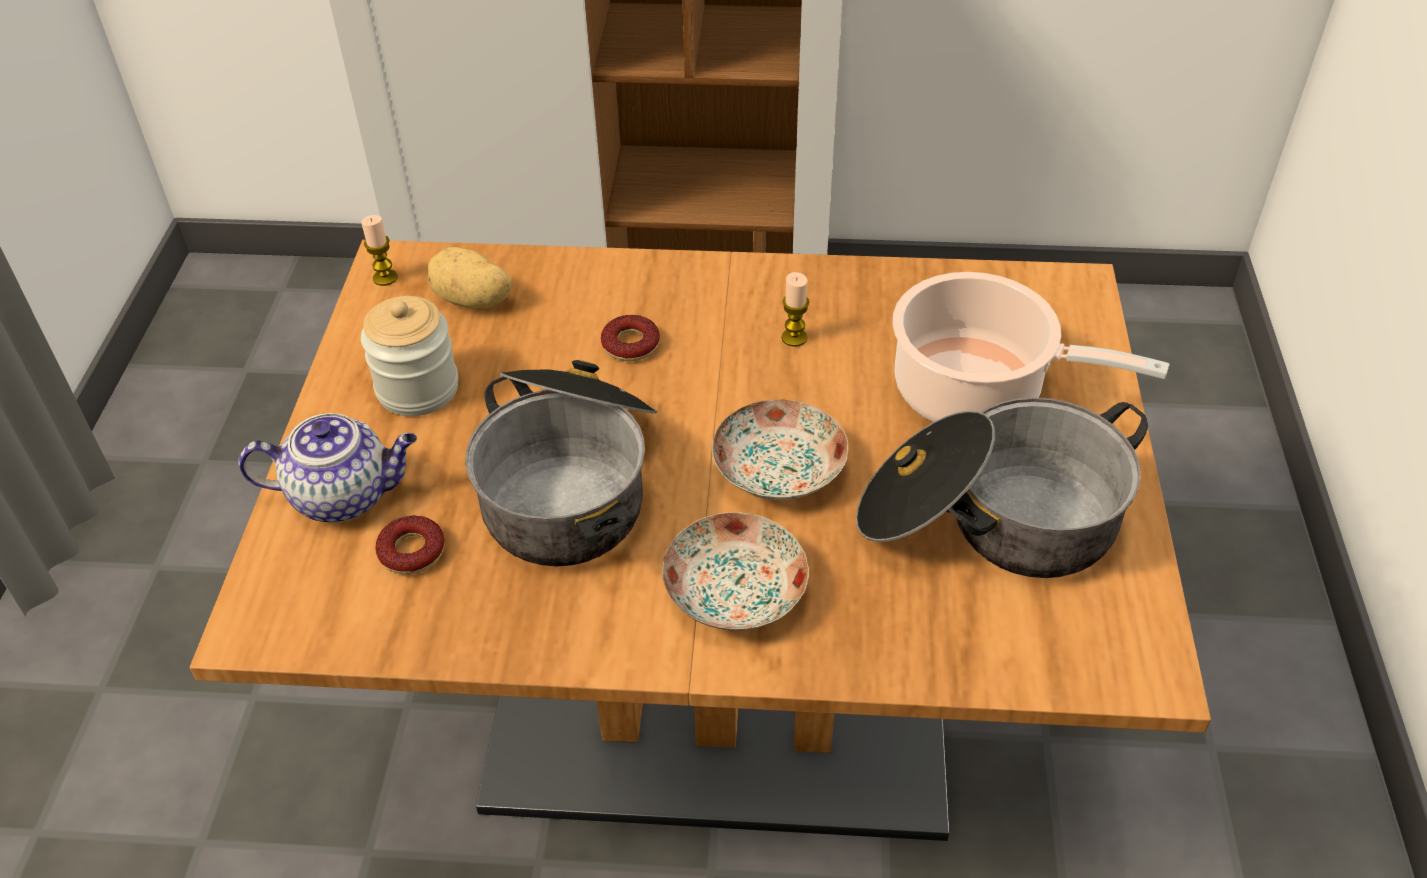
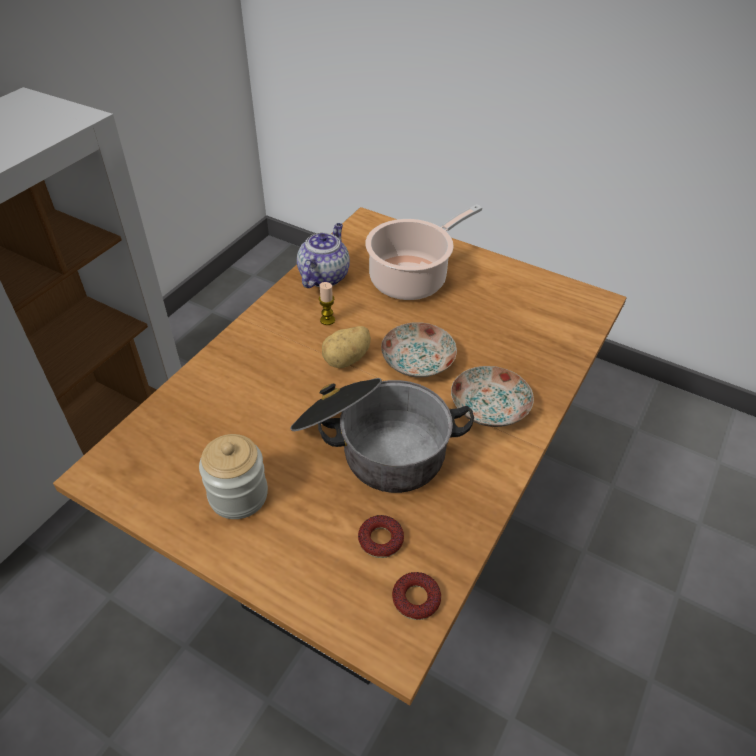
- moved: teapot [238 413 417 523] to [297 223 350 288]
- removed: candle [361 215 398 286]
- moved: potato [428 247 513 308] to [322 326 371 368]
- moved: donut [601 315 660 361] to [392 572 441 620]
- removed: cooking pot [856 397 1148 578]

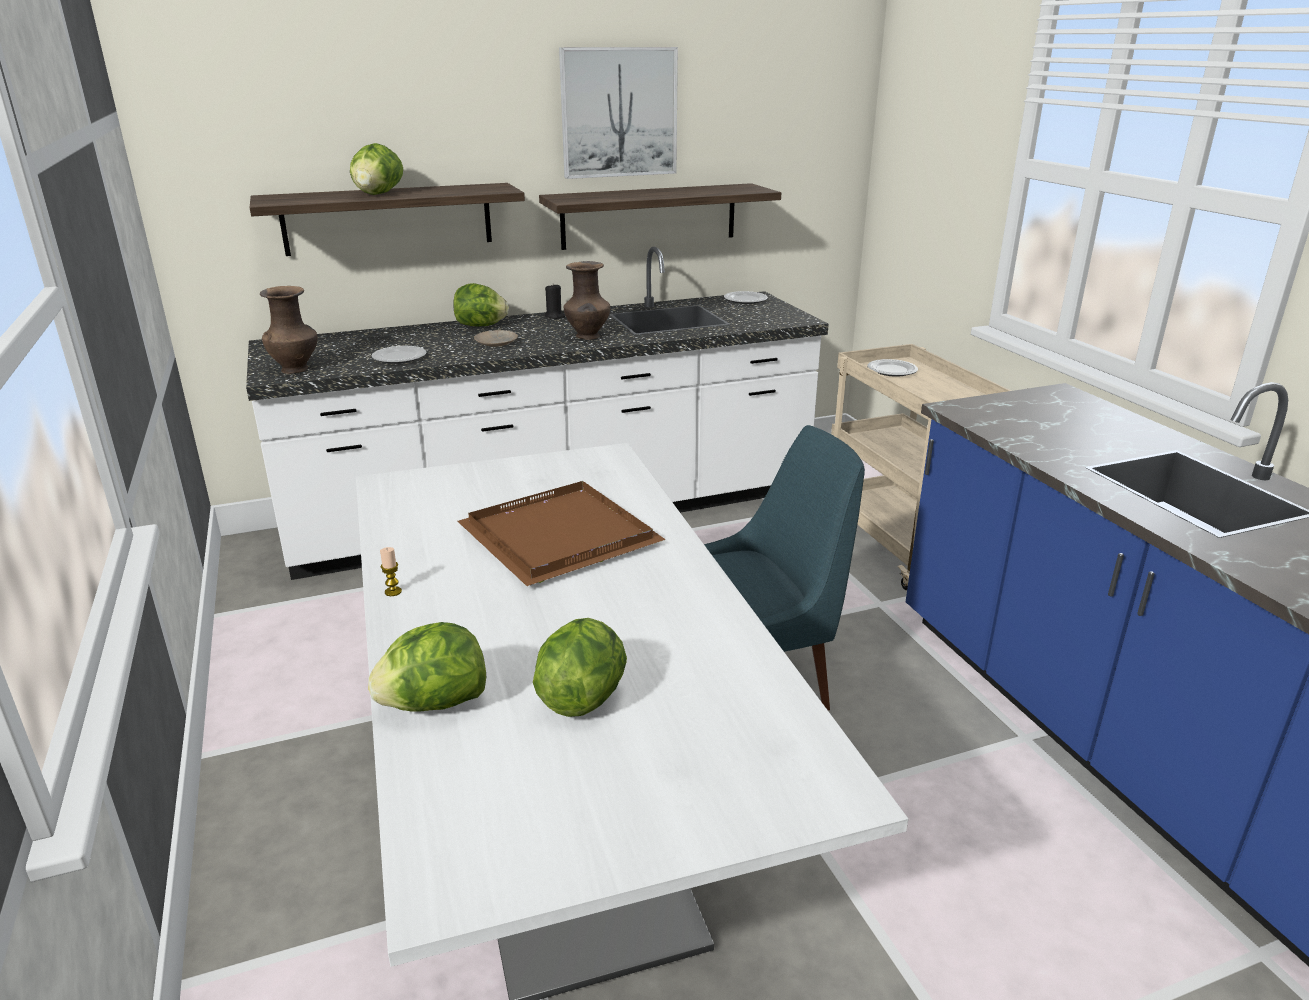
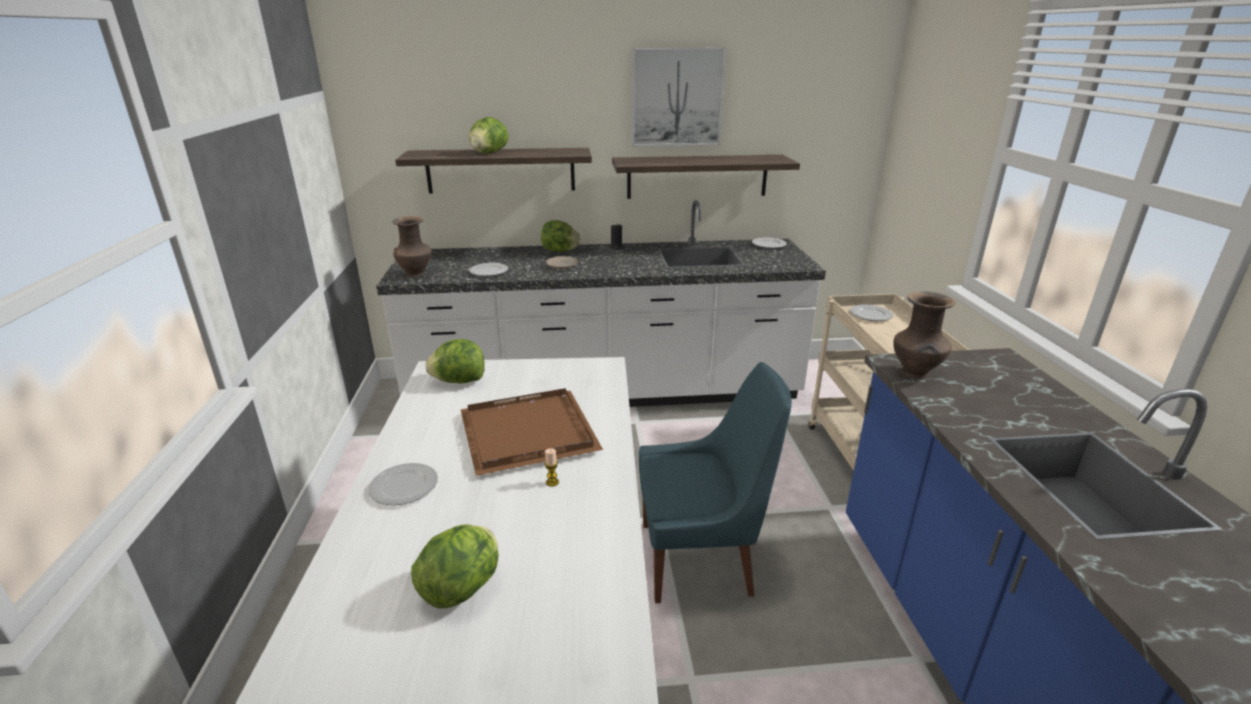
- moved: lettuce [368 622 486 711] to [425 339 485 383]
- moved: candle [380 547 402 596] to [544 448 559 487]
- moved: vase/brown [564 261 610 340] to [893 292 955 380]
- added: plate [368 463 438 505]

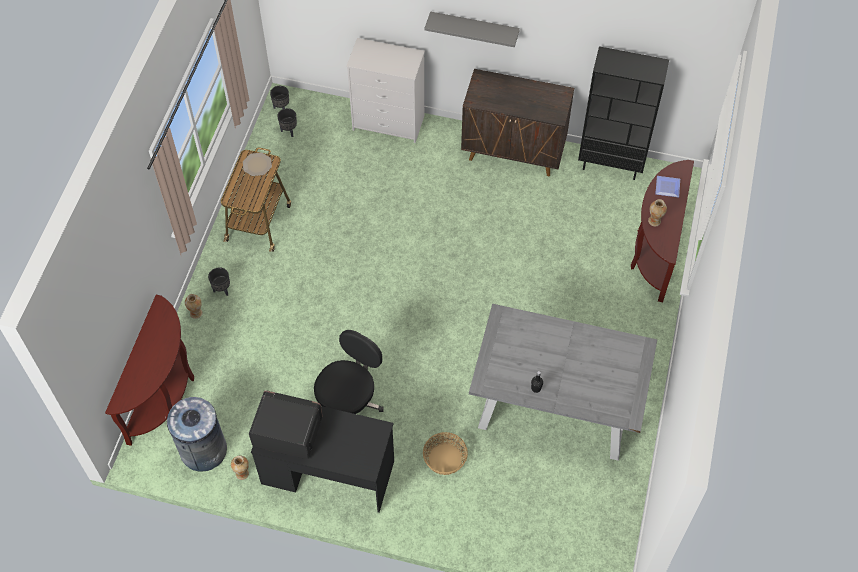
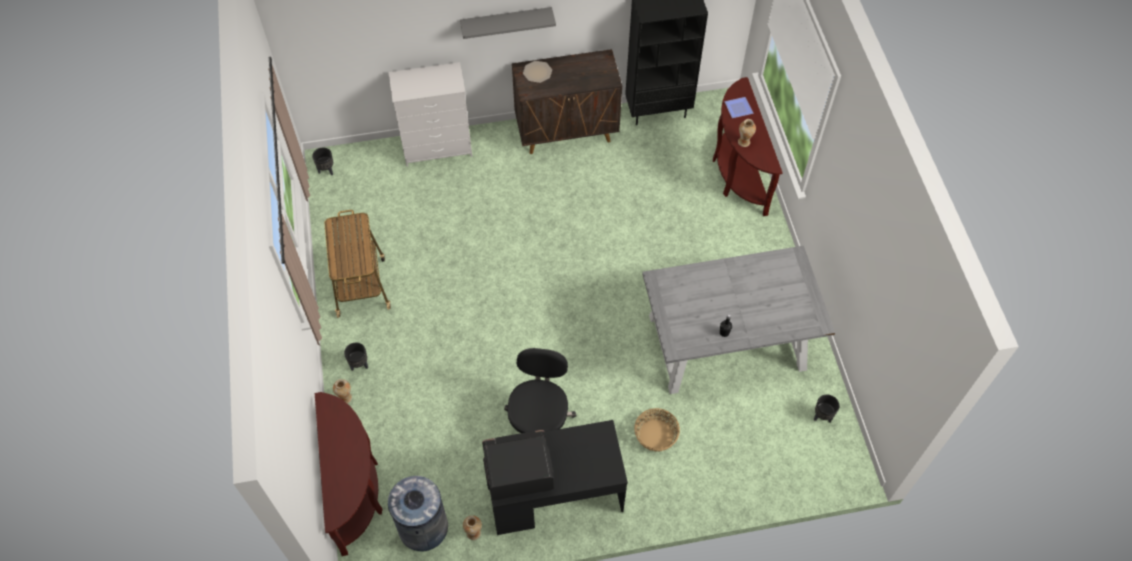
- moved: plate [243 153 272 176] to [523 61 552 83]
- moved: planter/black [277 108 297 137] to [814 395 839 422]

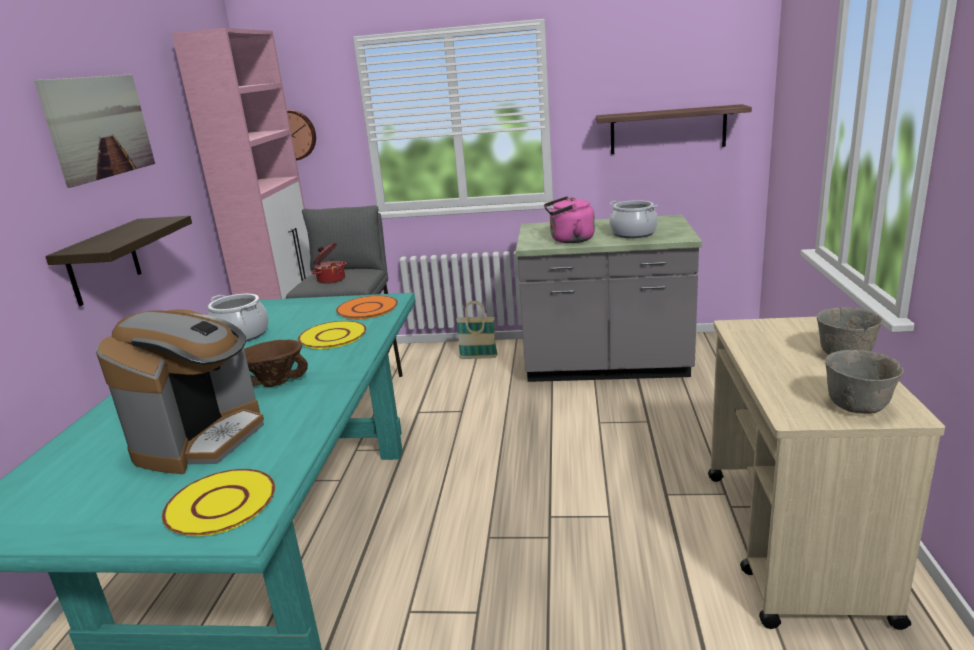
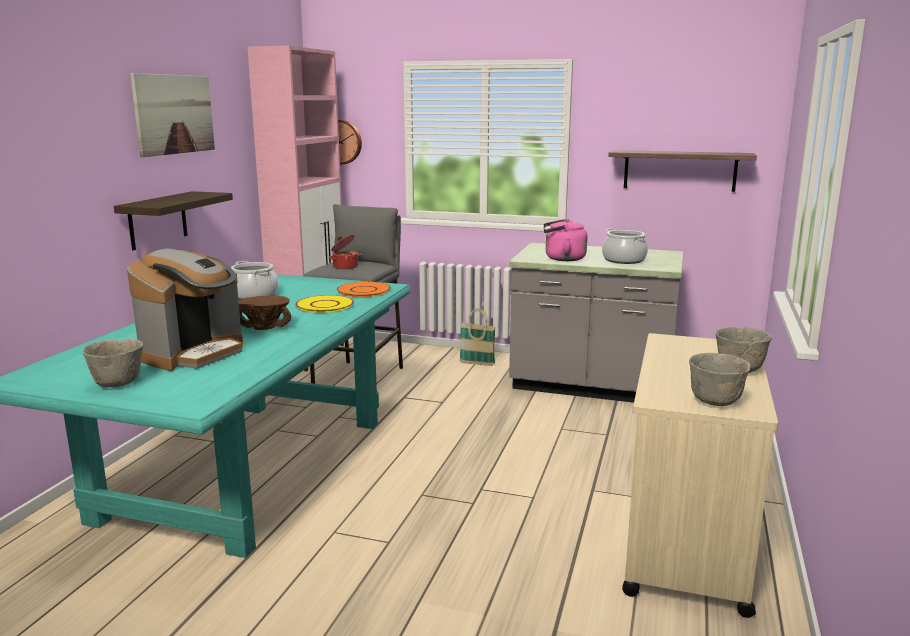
- removed: plate/yellow [162 469 275 536]
- added: bowl/grey [83 339 143 387]

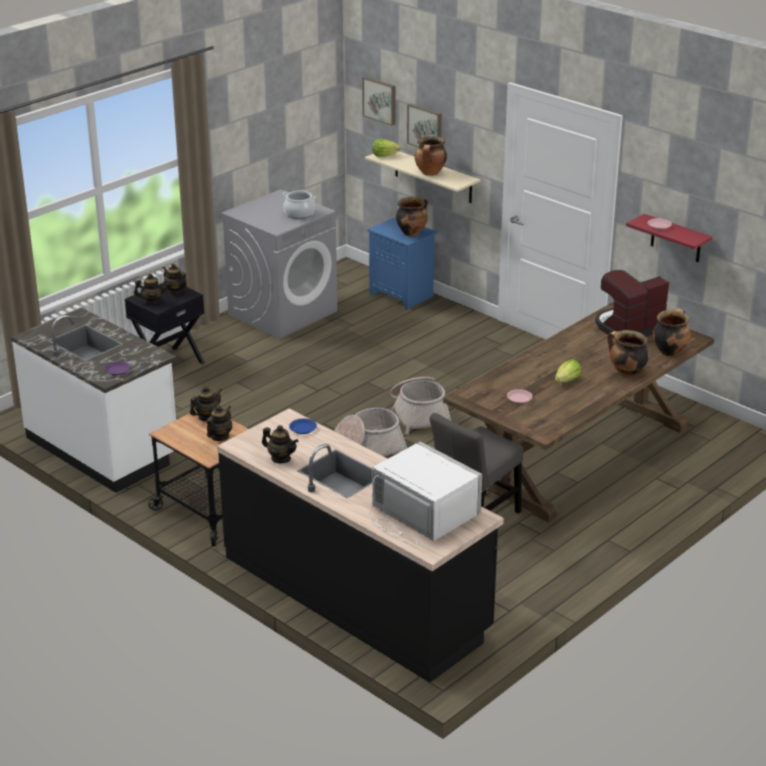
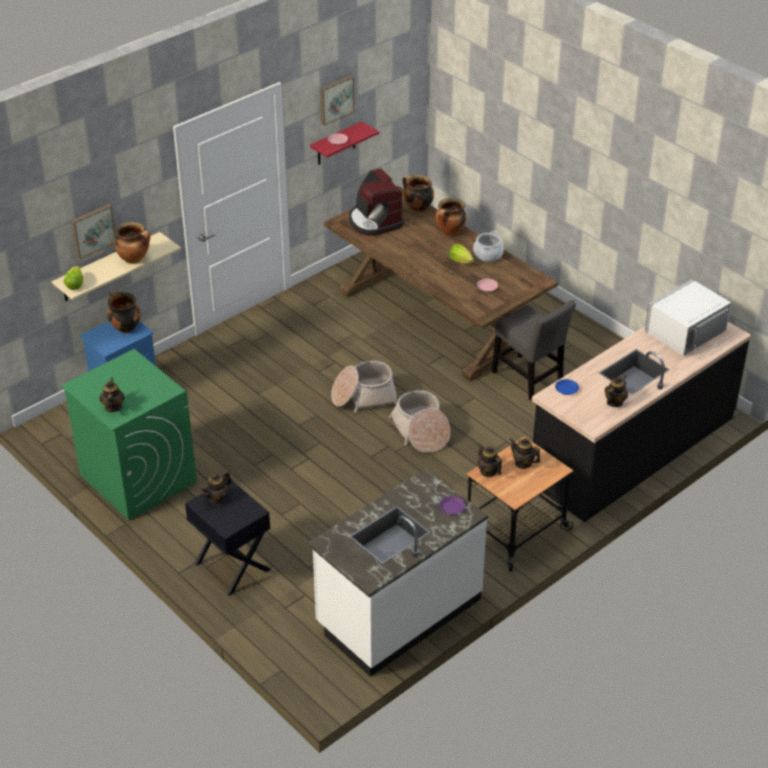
- moved: teapot [134 274 168 305] to [99 378 125 412]
- recoloured: washing machine/grey [221 189 337 339] to washing machine/green [61 349 197 521]
- moved: cooking pot [283 191 315 219] to [473 231 504 262]
- moved: picture [362 77 396 126] to [320 75 354 126]

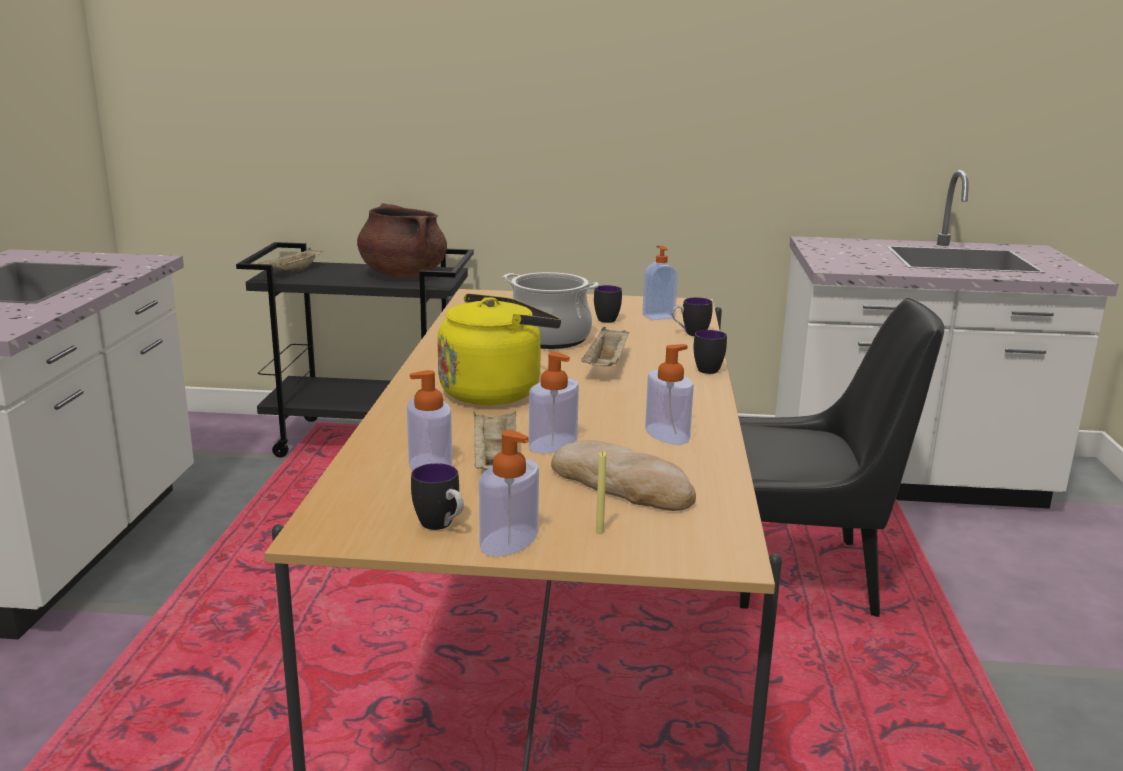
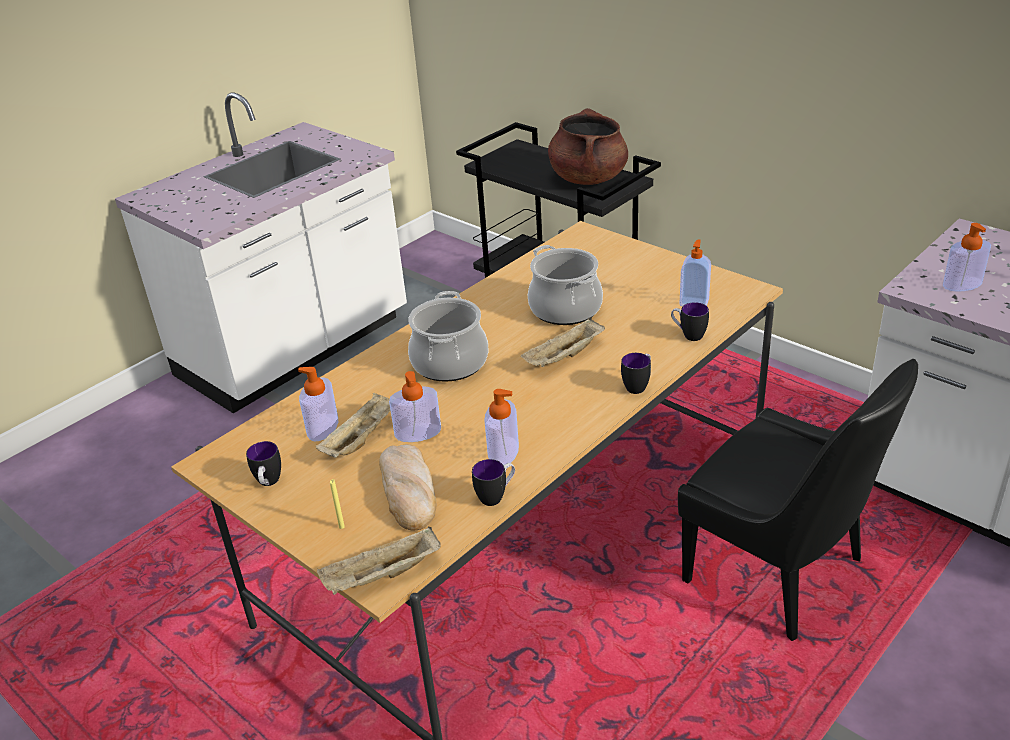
- moved: tray/beige [258 248 323 271] to [317 527 441 595]
- replaced: kettle/yellow [437 293 561 405] to cooking pot [408 291 489 382]
- moved: soap dispenser [479 430 539 557] to [943 223 991 292]
- moved: mug [594 285 622 323] to [472 459 515 506]

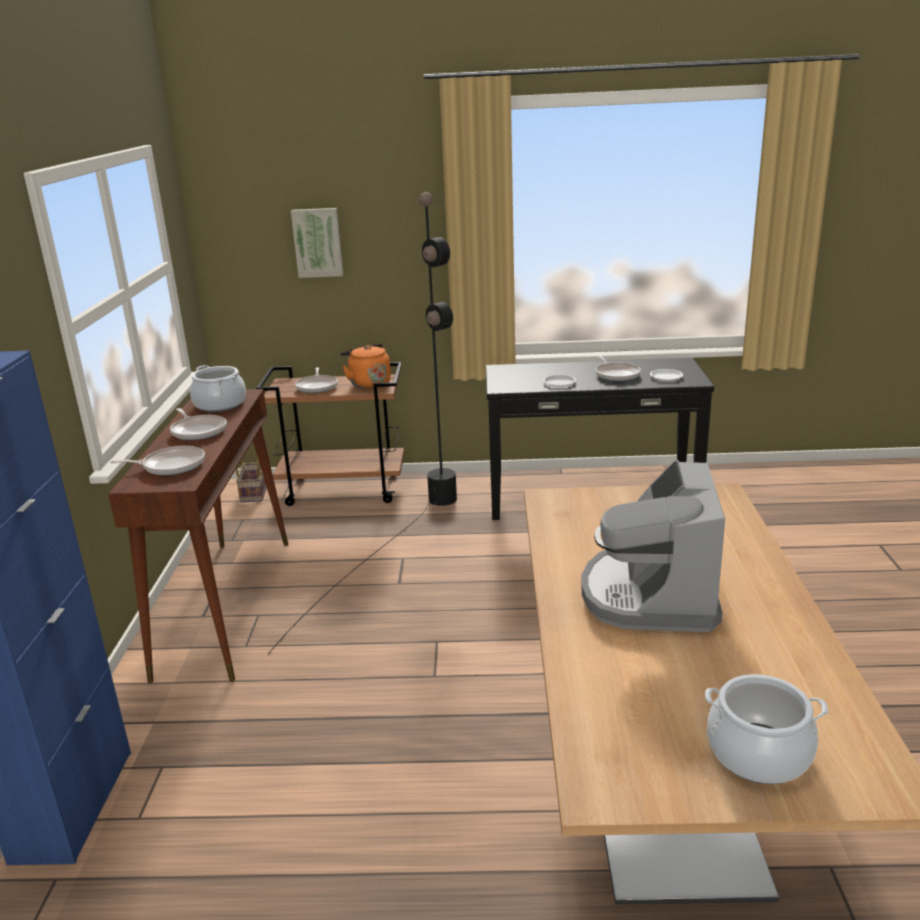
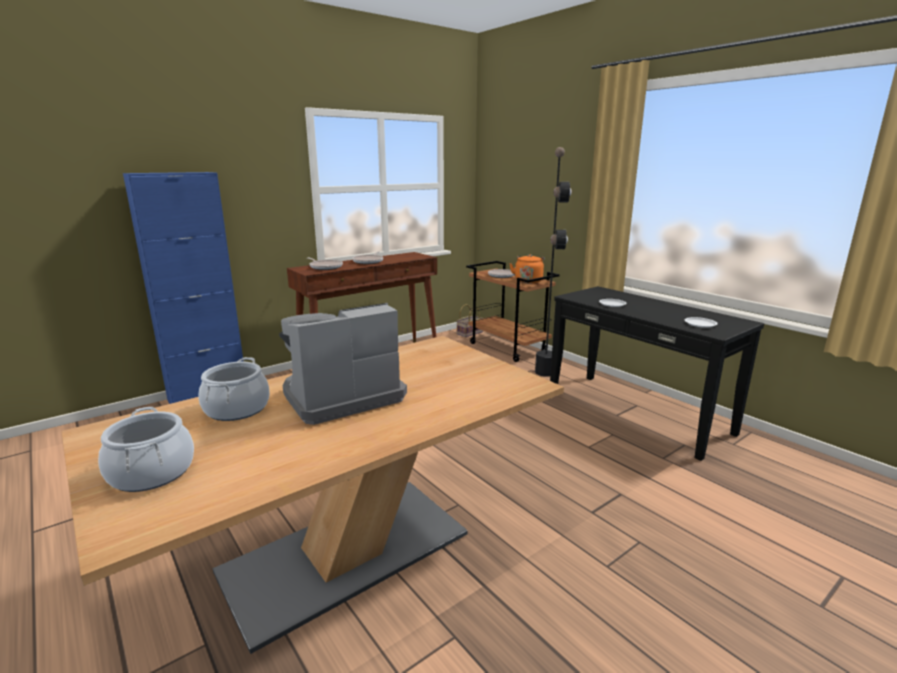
- moved: cooking pot [190 365 246 412] to [198 357 270 421]
- removed: picture [291 208 343 278]
- removed: frying pan [595 355 641 381]

